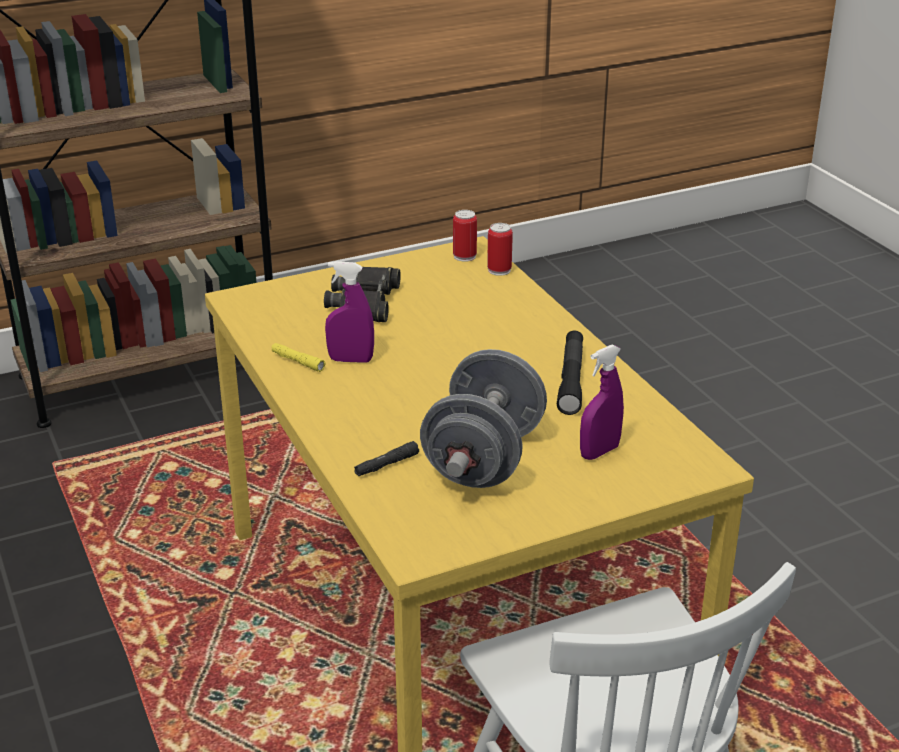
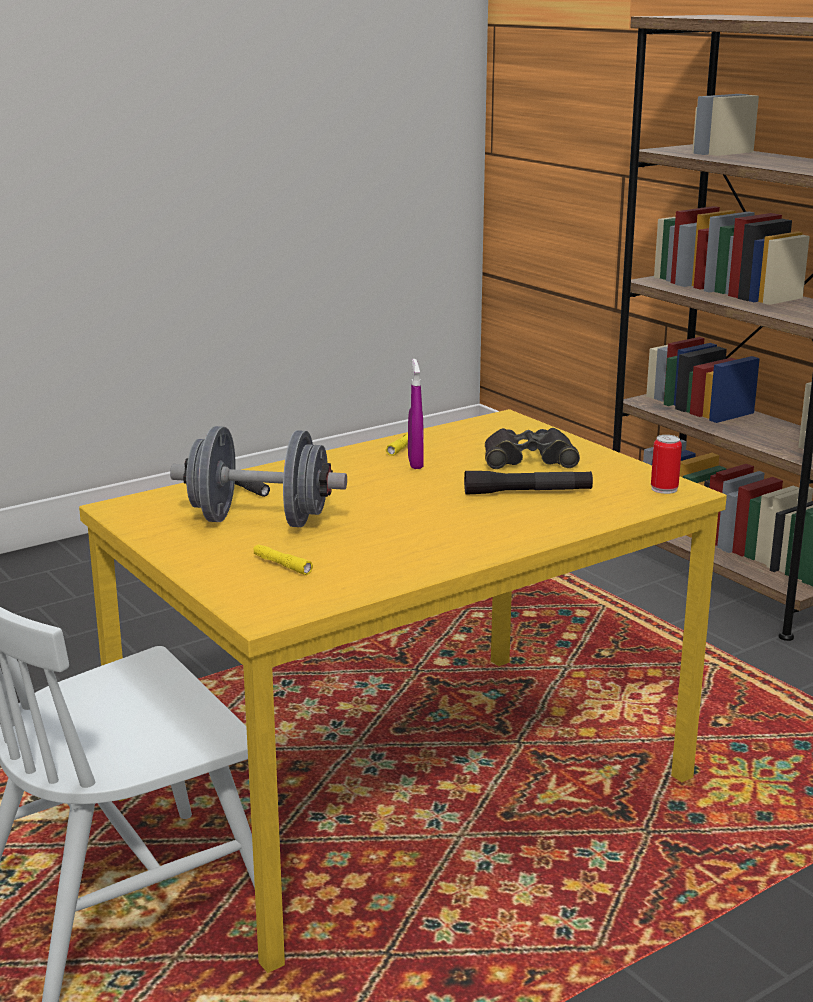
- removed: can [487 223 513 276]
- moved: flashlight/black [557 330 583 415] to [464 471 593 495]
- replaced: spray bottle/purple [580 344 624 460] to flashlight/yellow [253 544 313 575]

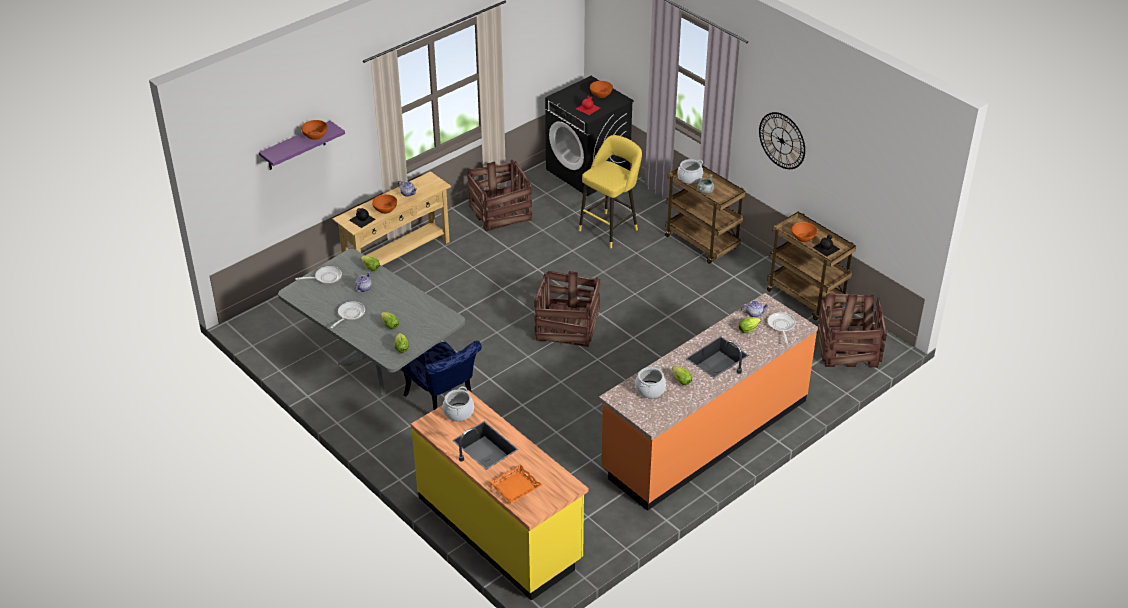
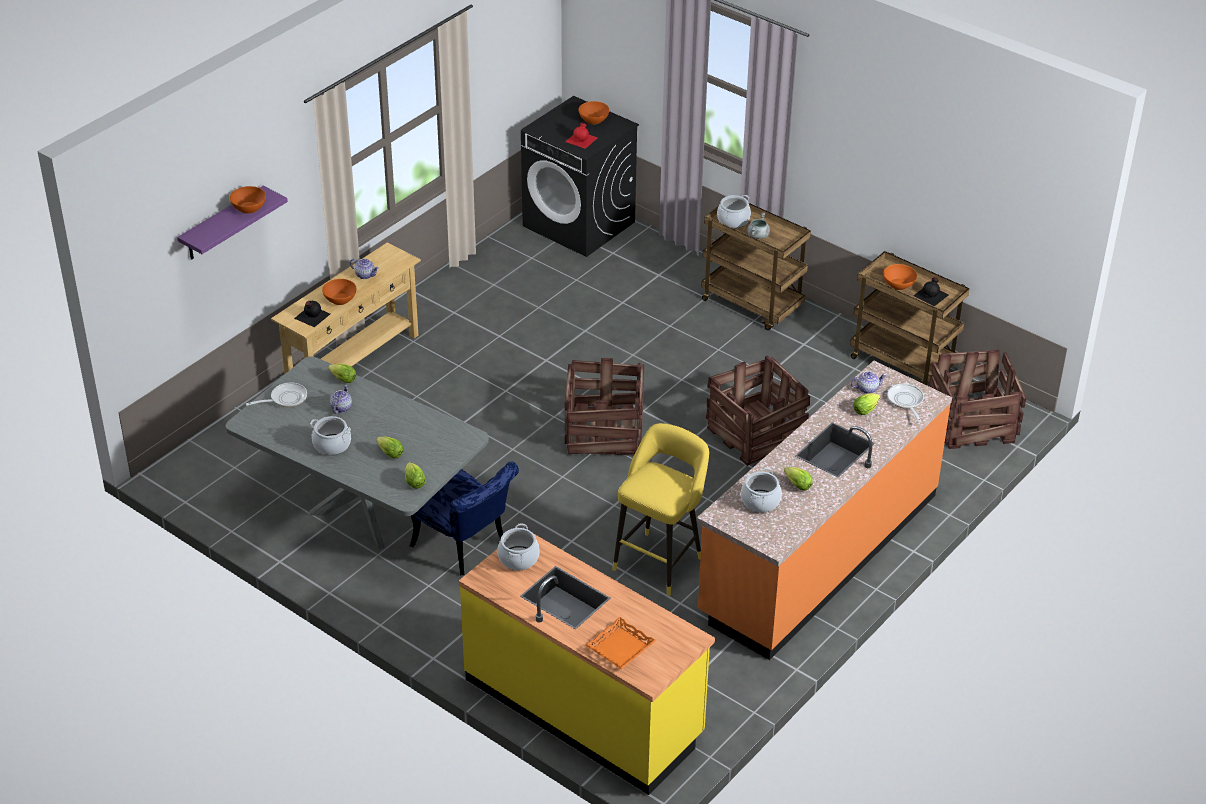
- replaced: frying pan [330 301 365 328] to cooking pot [310 416 351 455]
- moved: crate [467 160 532 231] to [706 355 810 466]
- moved: stool/yellow [579 135 642 248] to [612 423 709 596]
- removed: wall clock [759 112 805 169]

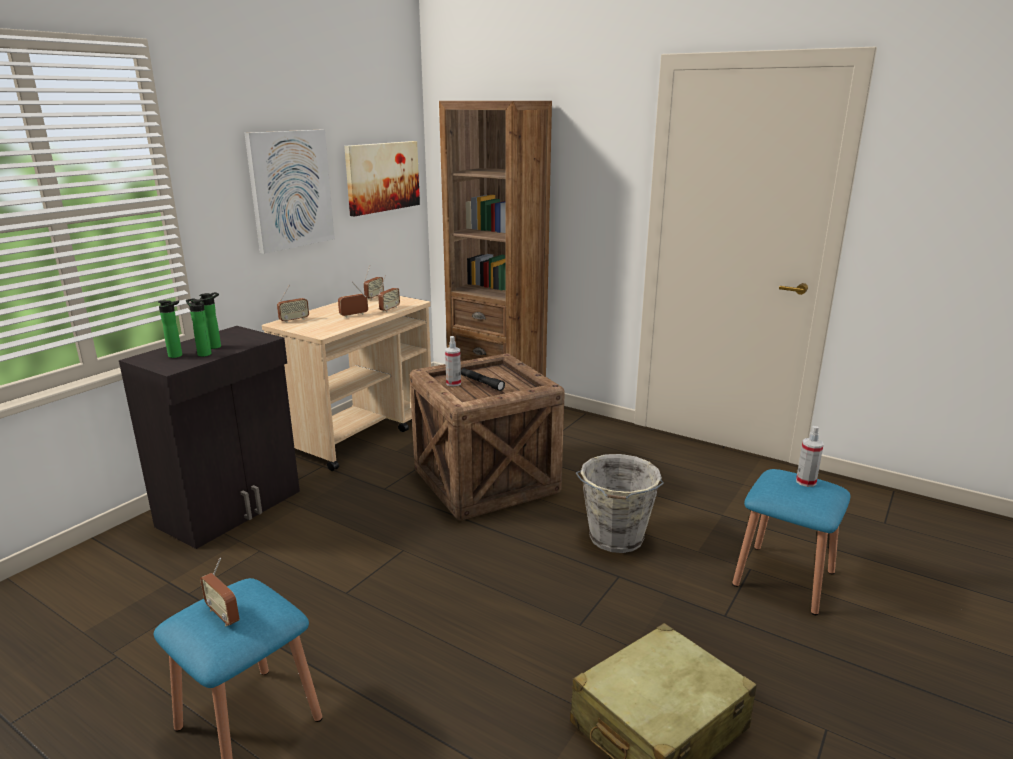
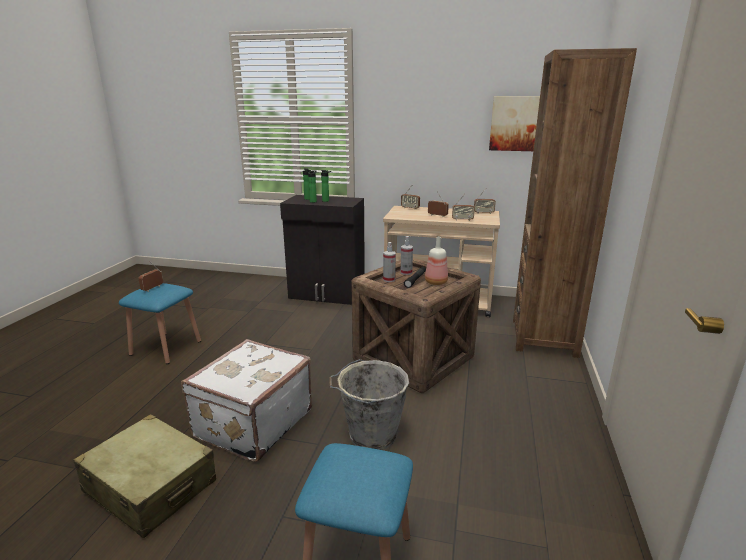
- removed: picture [245 130 335 254]
- moved: spray bottle [796 426 824 487] to [383 242 396 282]
- added: suitcase/white [181 339 312 462]
- added: bottle [425 237 448 285]

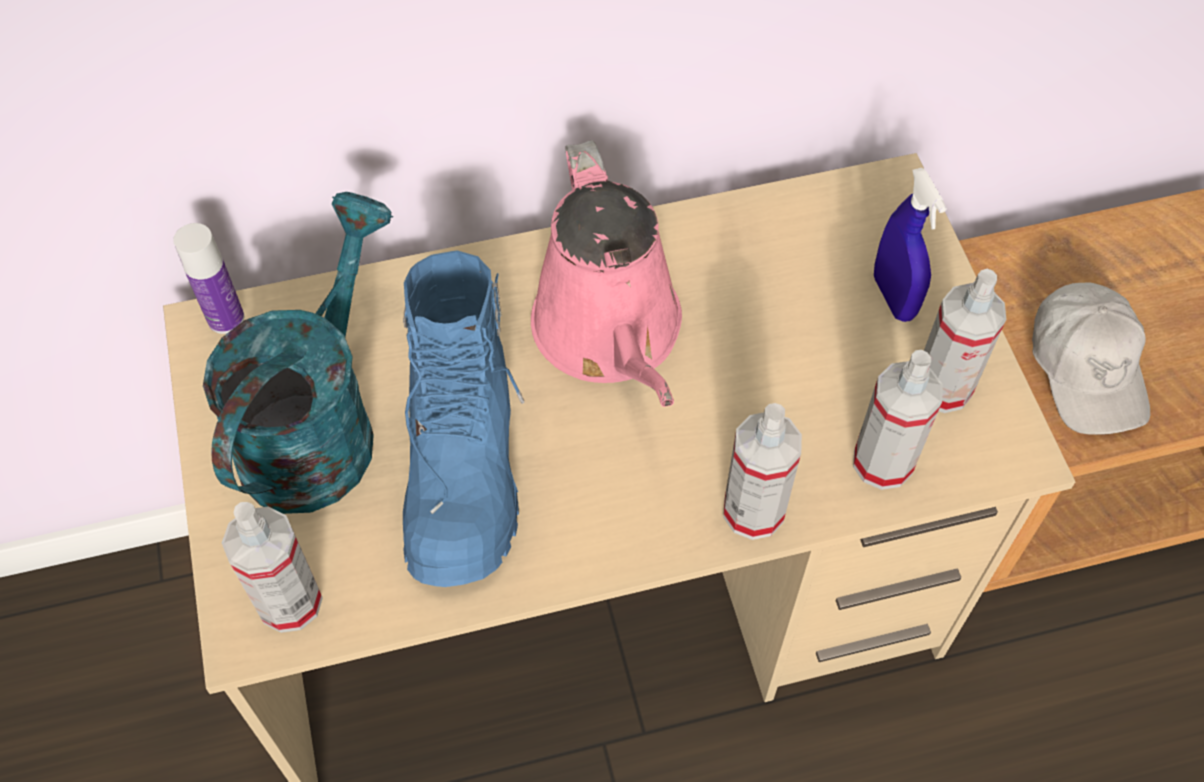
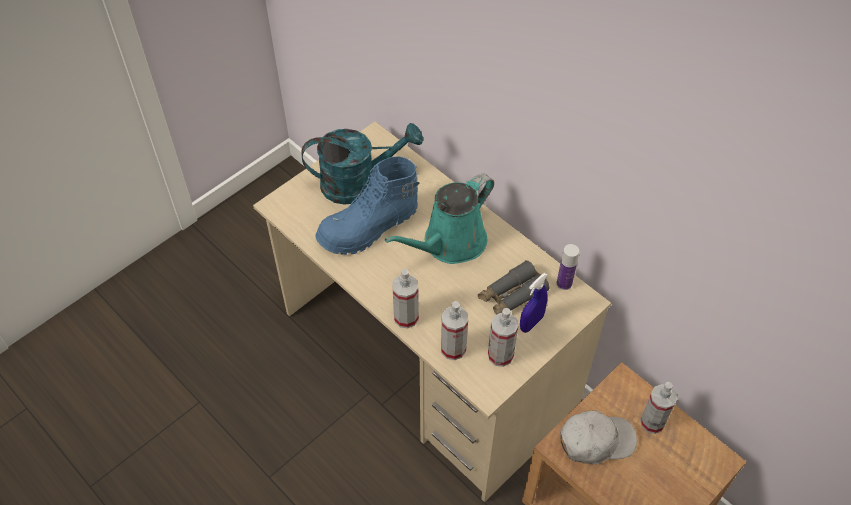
- moved: bottle [173 223 244 334] to [557 244 579 290]
- moved: spray bottle [222 502 323 633] to [640 382 677 434]
- recoloured: watering can/pink [531 140 682 407] to watering can/turquoise [385 174 494 264]
- turned: cap/white [1032 282 1150 435] = [560 411 637 464] 150 degrees counterclockwise
- added: binoculars/grey [478 260 550 315]

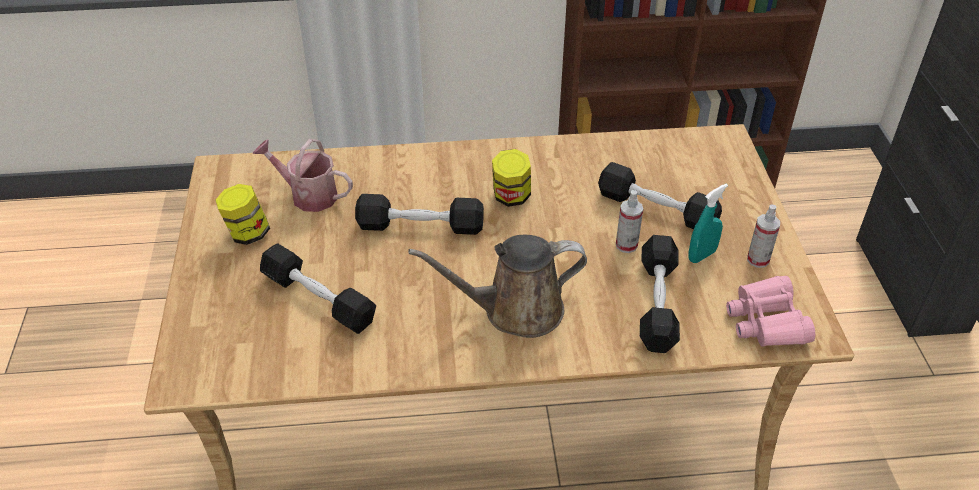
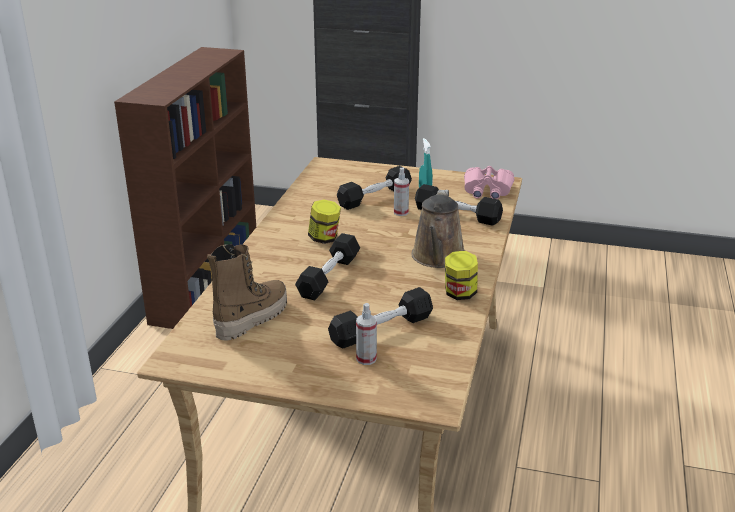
- moved: jar [215 184 270 245] to [445 251 478 300]
- replaced: watering can [253 139 353 212] to boot [207 244 287 341]
- moved: spray bottle [747 204 780 268] to [356 303 377 365]

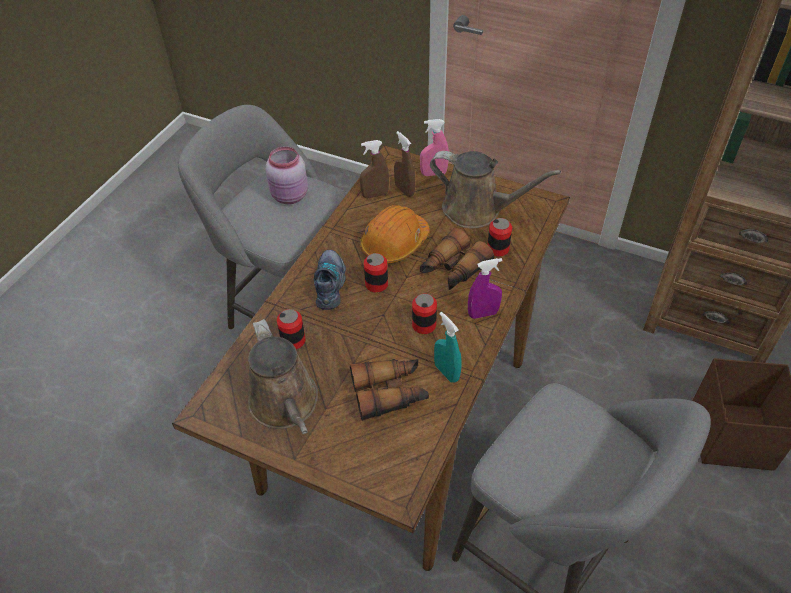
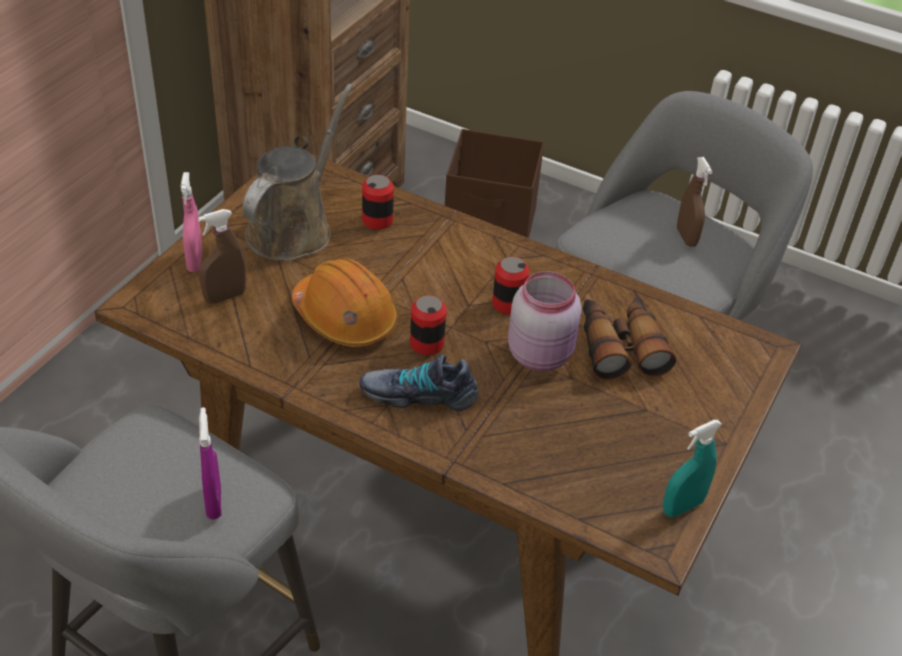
- removed: watering can/brown [248 319 318 434]
- moved: jar/pink [266 146 308 204] to [508 271 582 371]
- removed: can [277 309 305 349]
- moved: spray bottle/brown [360 140 389 198] to [677 157 712 247]
- removed: binoculars [420 228 494 290]
- moved: spray bottle/turquoise [434 312 462 383] to [663 420 722 517]
- moved: spray bottle/purple [468 258 502 319] to [199 407 222 519]

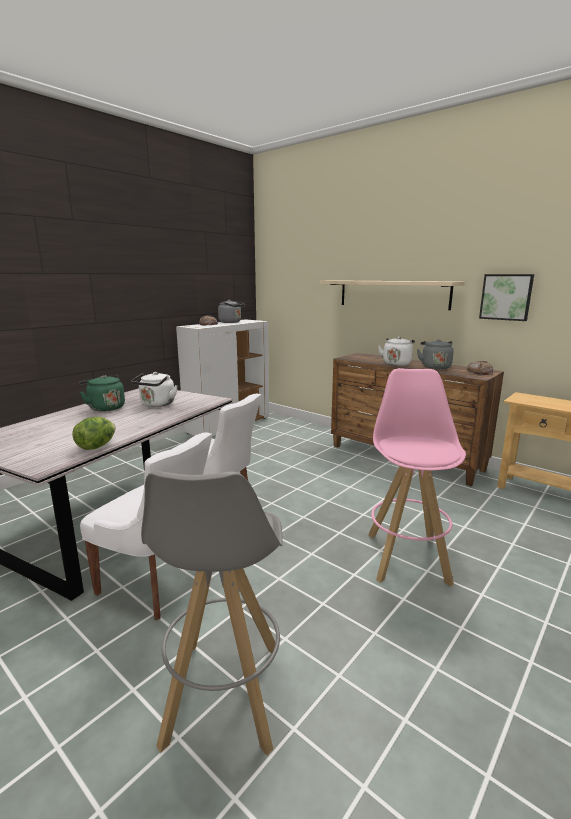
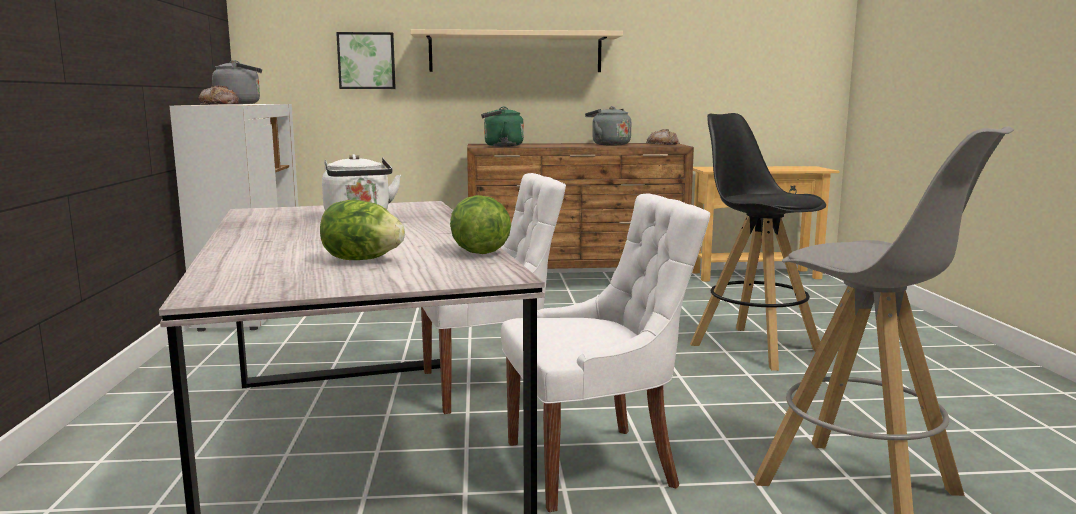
- moved: kettle/green [80 375 125 412] to [481 107 524 147]
- recoloured: stool/pink [368 368 466 586] to stool/black [690 113 826 371]
- removed: kettle/white [378 337 415 366]
- moved: picture [479 274 534 321] to [336 32 396 89]
- added: lettuce [320 200 405 260]

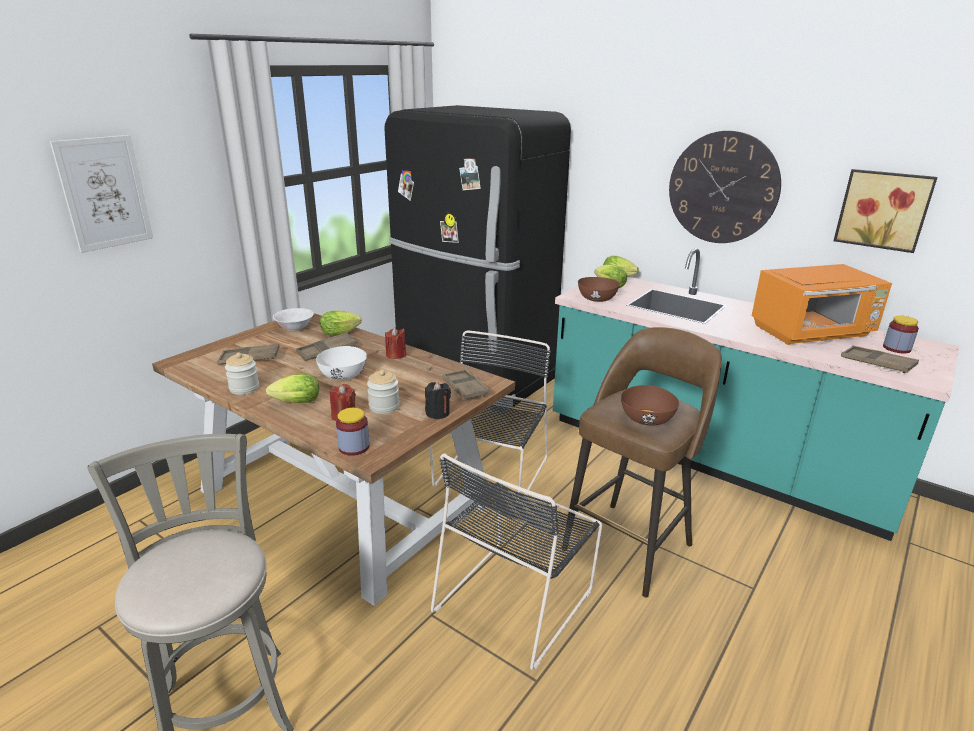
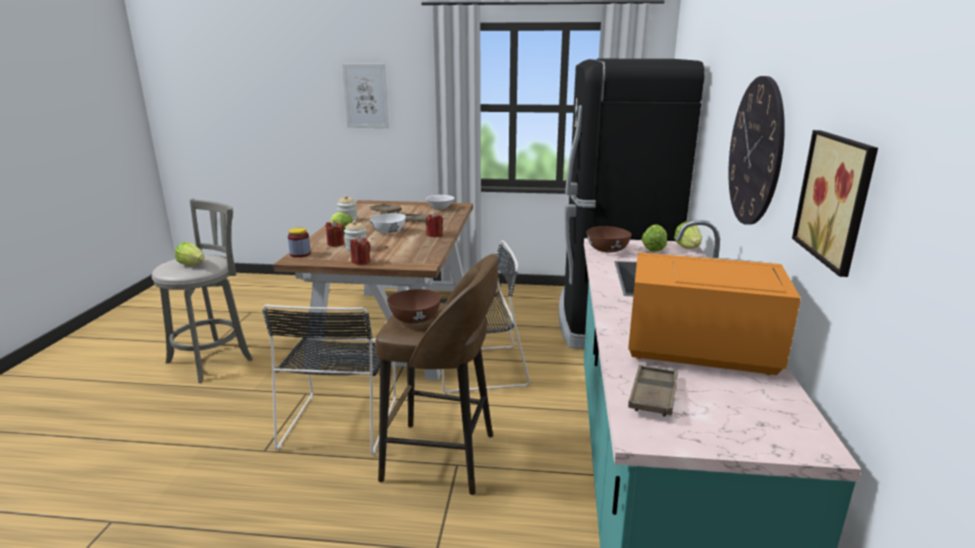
- moved: lettuce [320 310 361 336] to [175 242 205 266]
- recoloured: candle/black [425 382 451 419] to candle/red [350 237 371 265]
- turned: chair/black [431 454 602 670] = [262 304 396 455] 90 degrees counterclockwise
- removed: tray/brown [442 369 489 400]
- turned: microwave/orange [752 264 892 345] = [628 252 801 375] 150 degrees clockwise
- removed: jar [883 316 919 354]

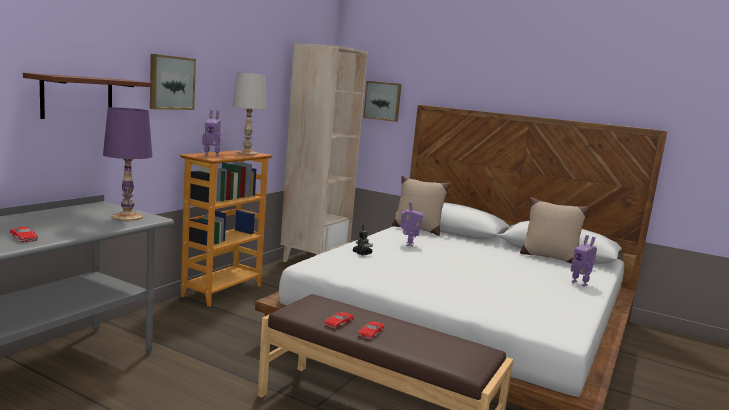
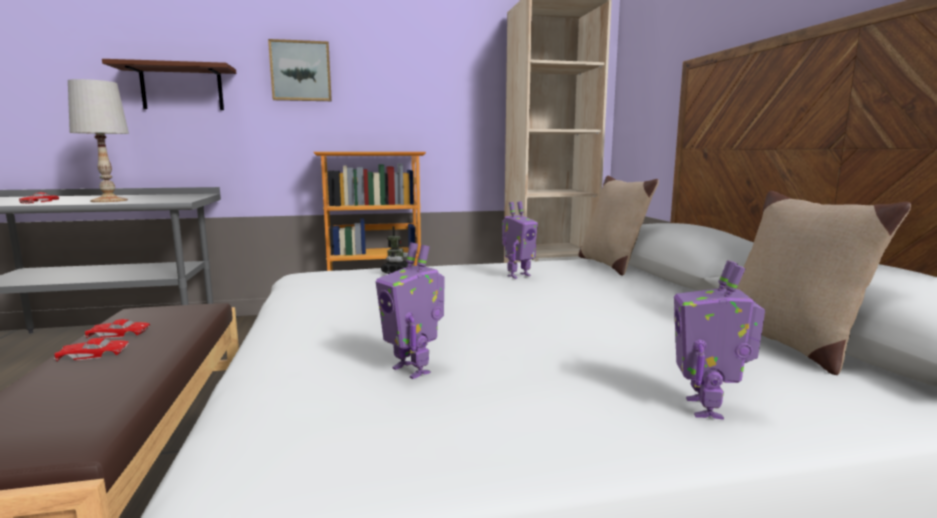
- removed: table lamp/purple [103 107 152 221]
- moved: toy robot [202 110 221 157] to [376 242 445 379]
- moved: table lamp/white [233 72 266 155] to [68 79 129 202]
- removed: picture [363 81 402 122]

